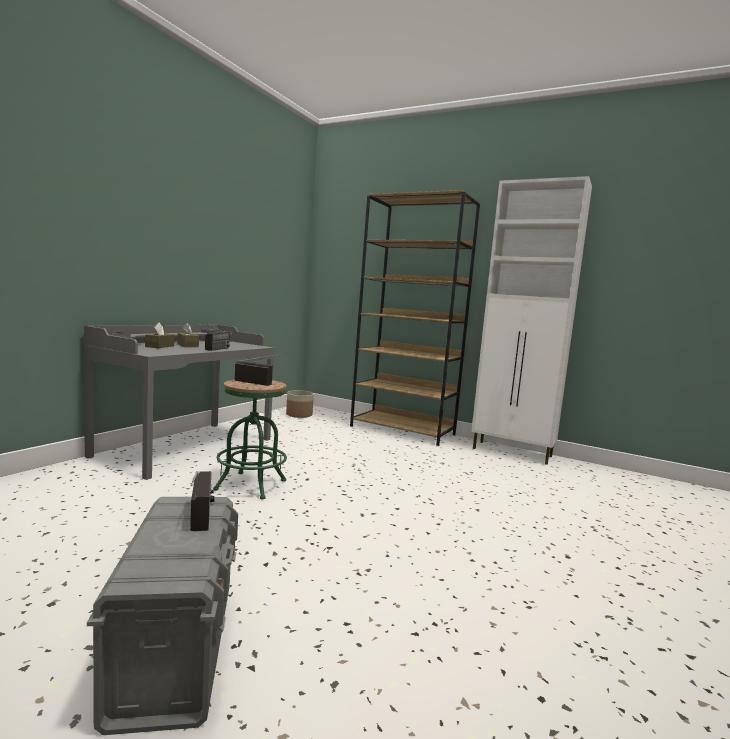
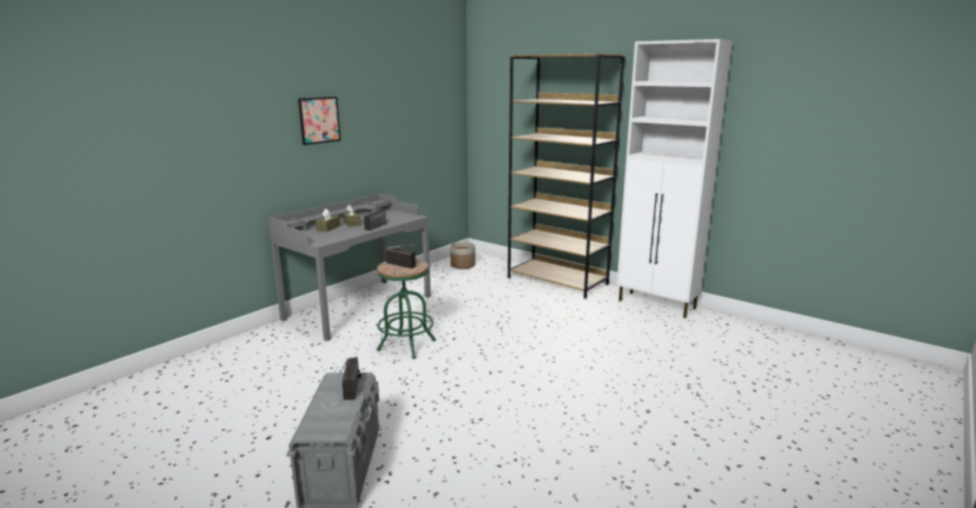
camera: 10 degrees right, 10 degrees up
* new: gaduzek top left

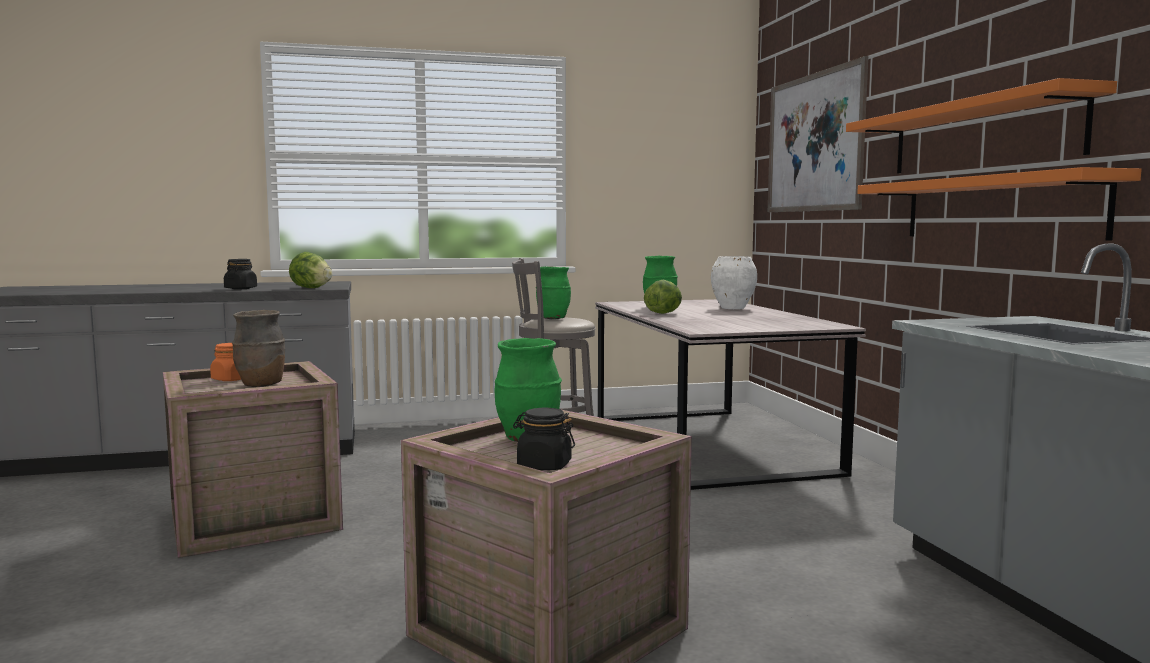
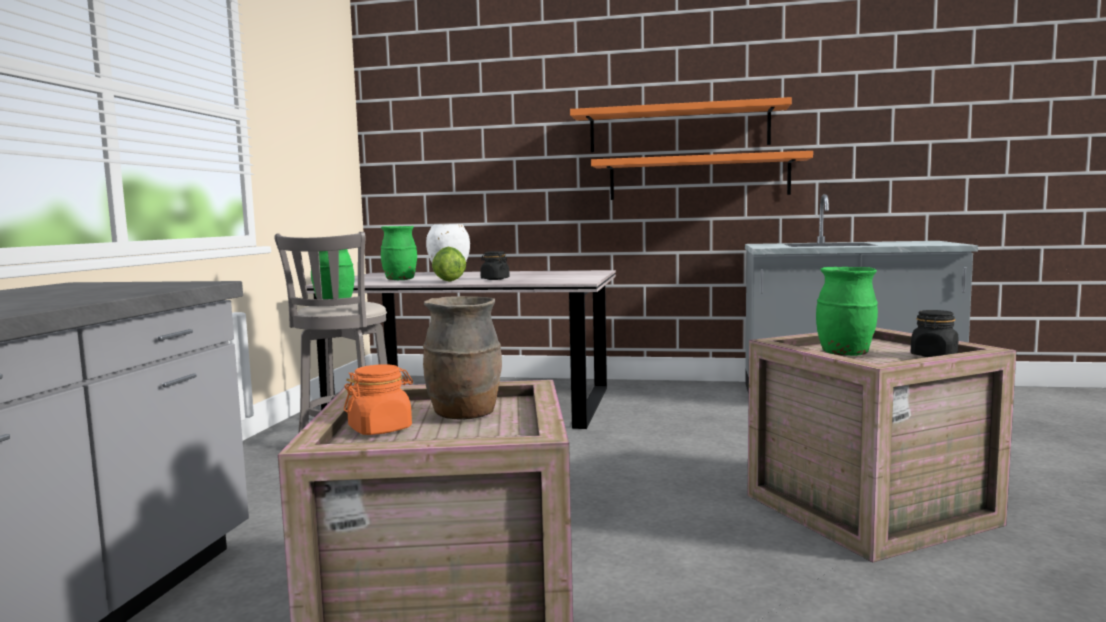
camera: 65 degrees left, 0 degrees up
* gone: gaduzek top right
* gone: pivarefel (no. 1 from left) middle left
* shifted: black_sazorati (no. 1 from left) middle left to centre

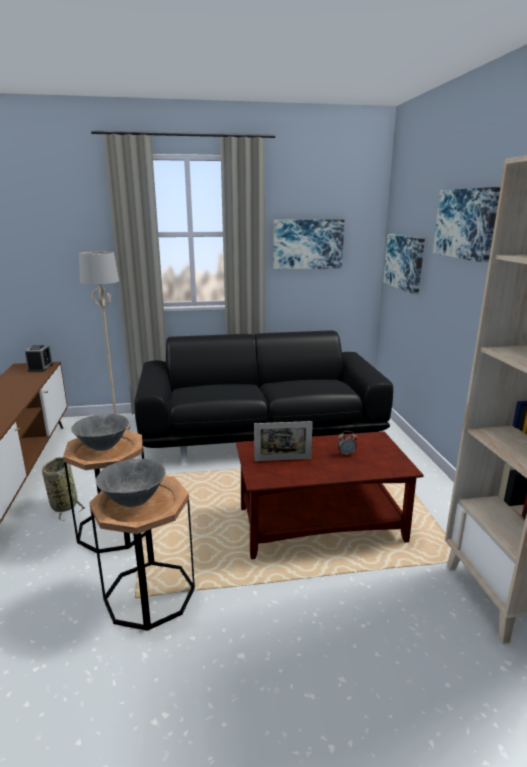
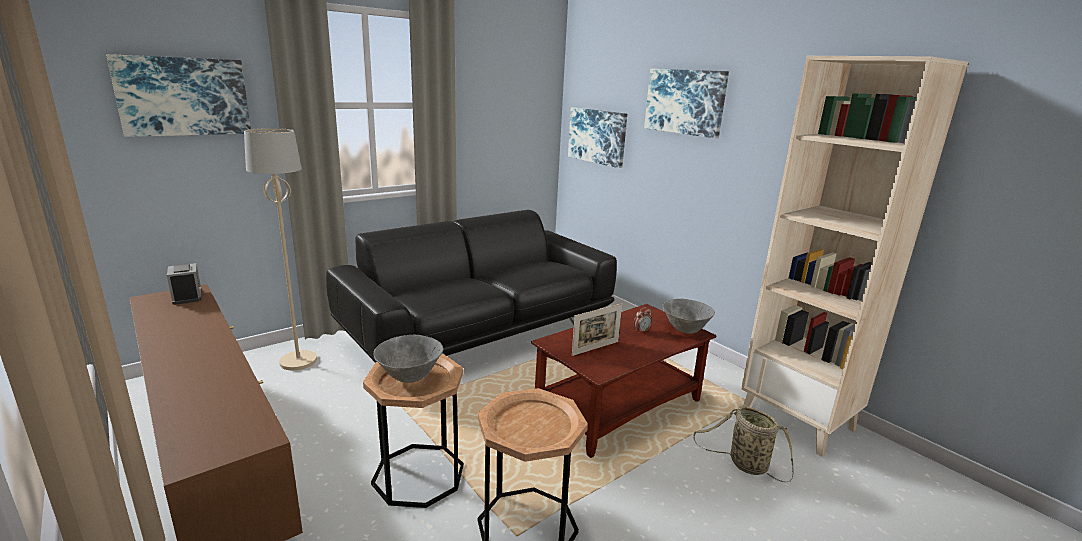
camera: 30 degrees left, 0 degrees up
* shifted: gaduzek (no. 1 from left) top centre to top left
* shifted: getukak middle left to bottom right
* shifted: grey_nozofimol (no. 2 from left) middle left to centre

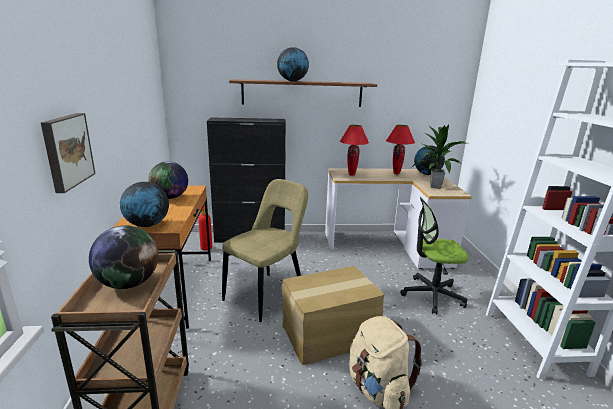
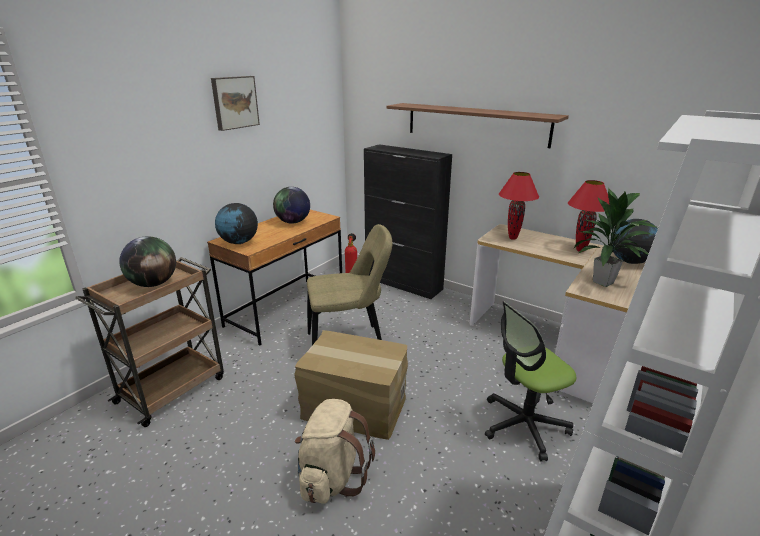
camera: 40 degrees right, 5 degrees up
* gone: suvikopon (no. 4 from left) top centre
* shifted: gaduzek middle left to top left
* rotated: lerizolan middle right = bottom right 60 degrees counterclockwise

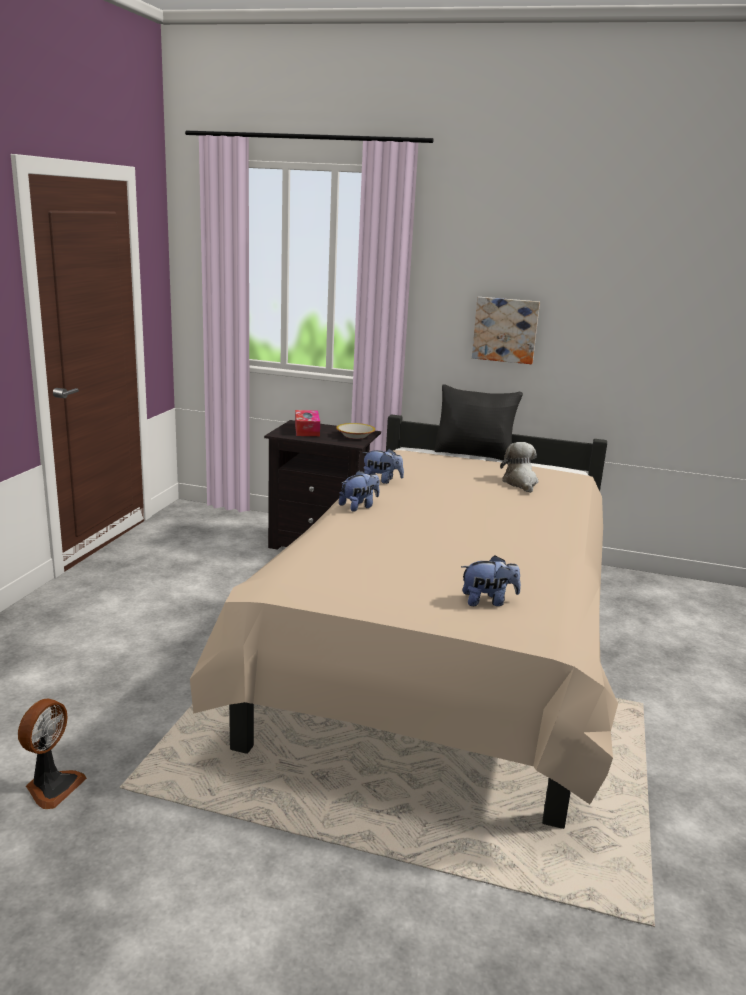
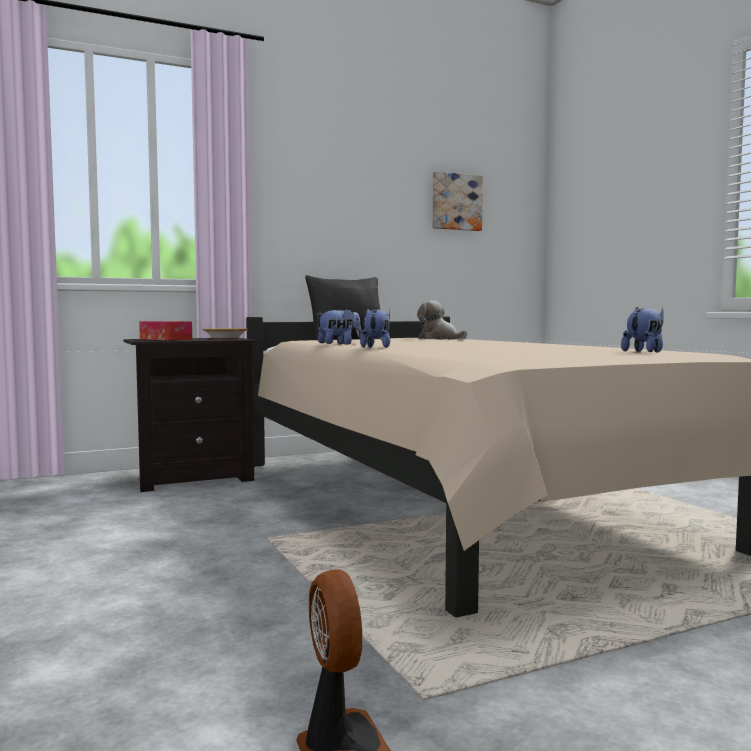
camera: 40 degrees left, 15 degrees down
* shifted: gaduzek top right to top centre

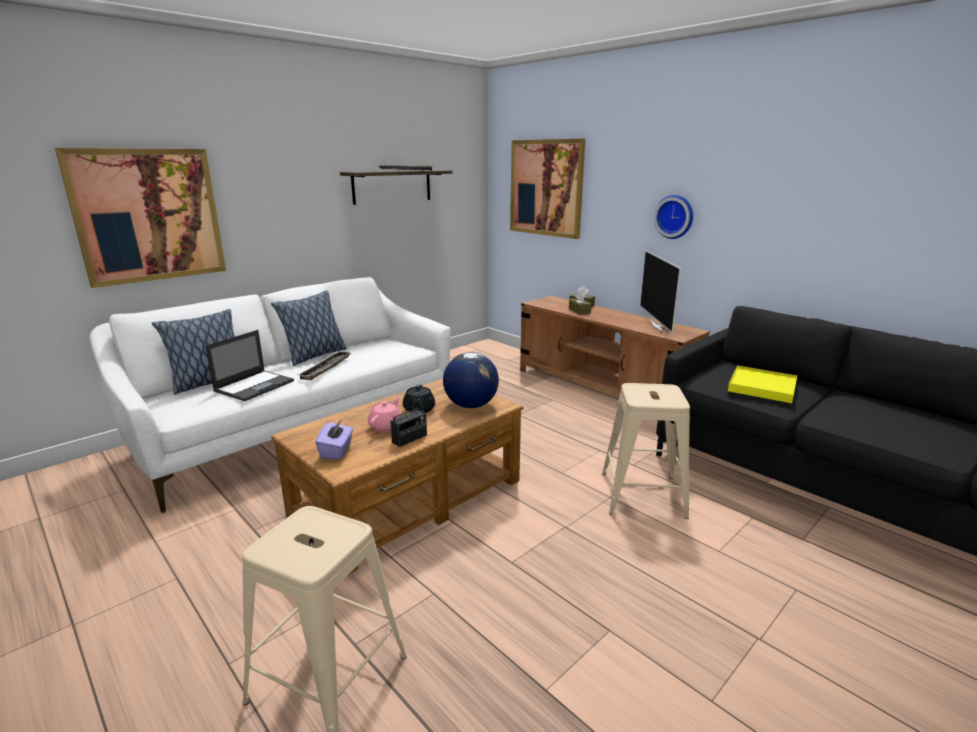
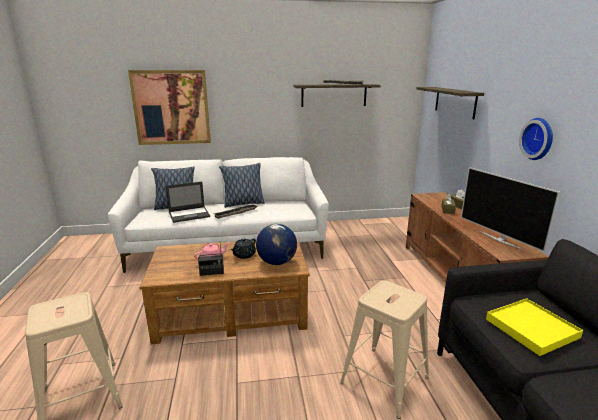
camera: 35 degrees right, 0 degrees up
* swapped: gaduzek (no. 2 from left) top centre to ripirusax (no. 2 from left) top right
* rotated: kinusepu middle right = middle right 60 degrees counterclockwise
* gone: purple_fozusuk centre

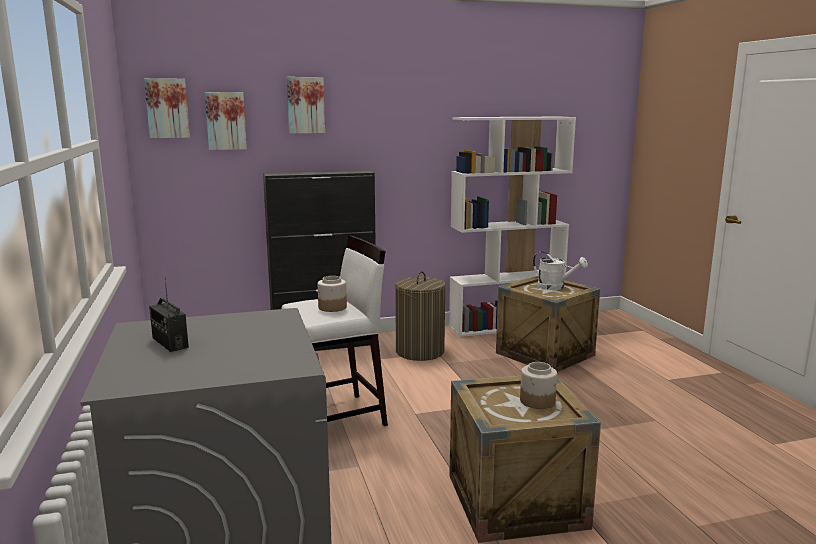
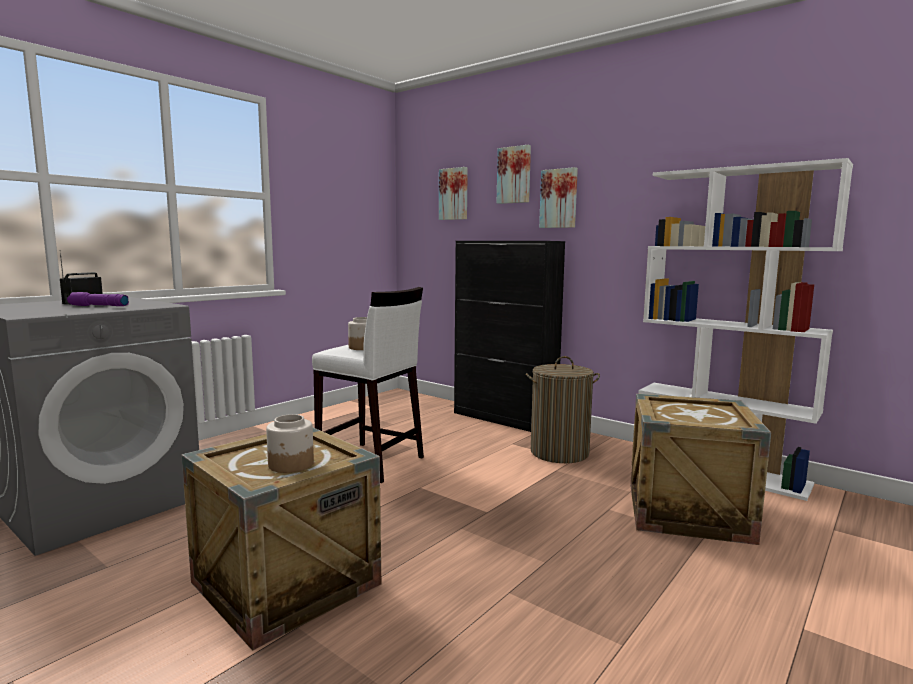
camera: 55 degrees right, 5 degrees down
* shifted: gaduzek (no. 1 from left in the first image) top left to gaduzek (no. 3 from left) top centre
* gone: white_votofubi middle right
* new: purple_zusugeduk middle left

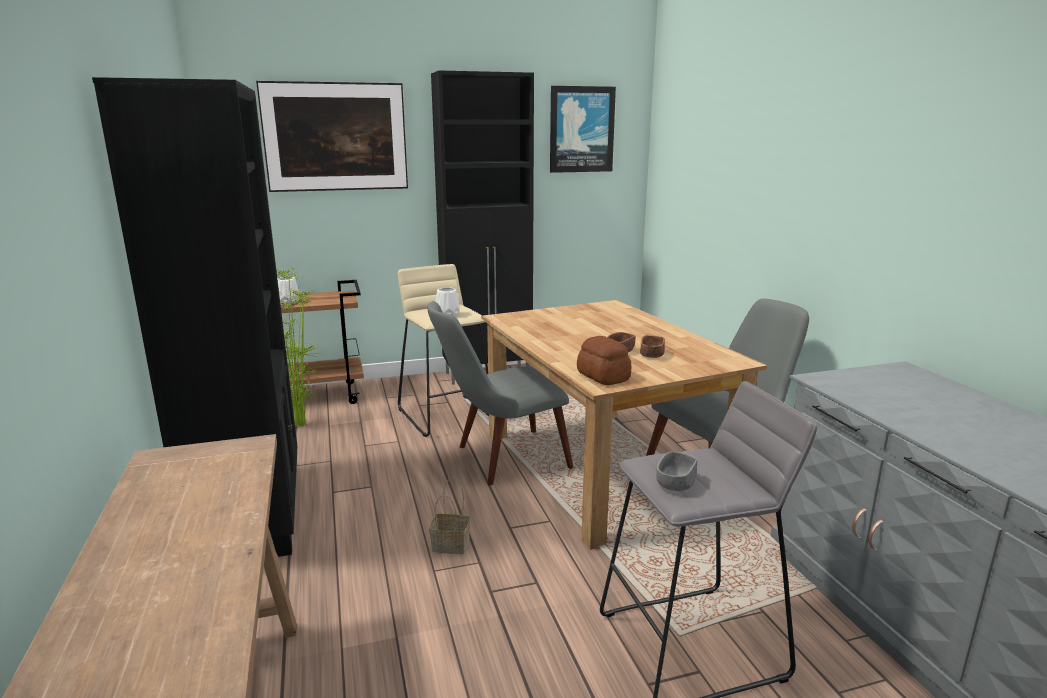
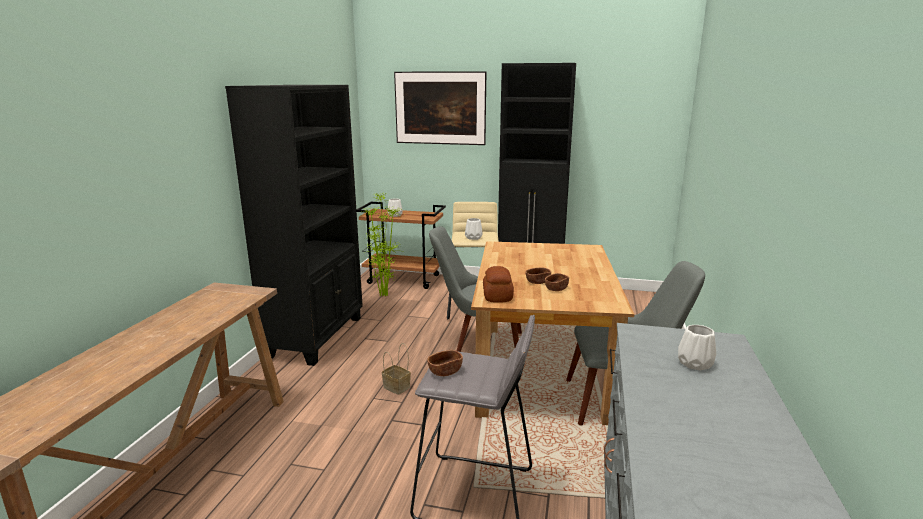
camera: 30 degrees right, 0 degrees up
* gone: gaduzek (no. 2 from left) top centre
* repainted: grey_nozofimol bottom centre to brown_nozofimol (no. 1 from left) bottom centre
* new: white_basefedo (no. 3 from left) bottom right

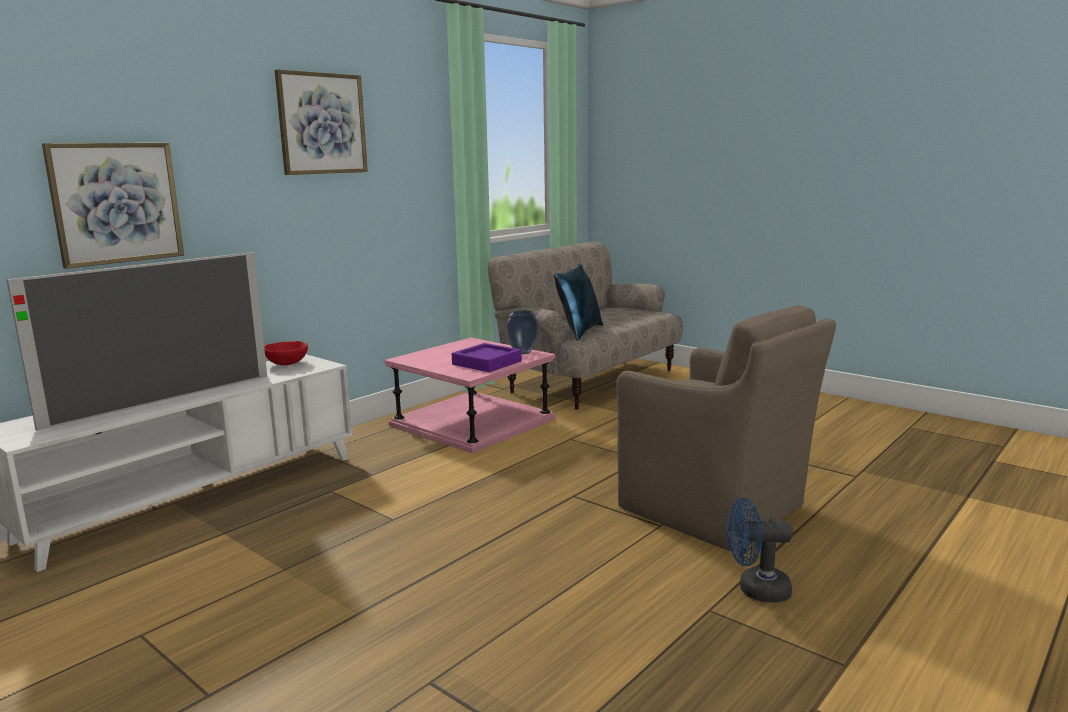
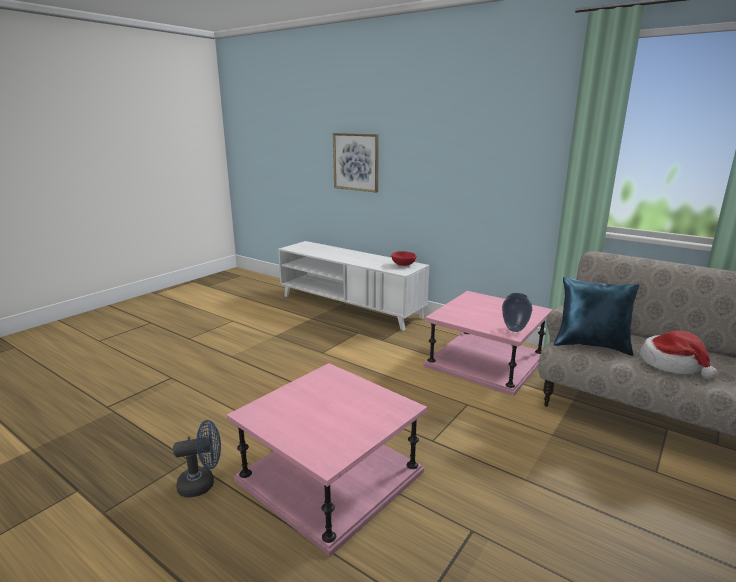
camera: 85 degrees right, 5 degrees up
* gone: gaduzek (no. 2 from left) top left
* gone: kinusepu middle left
* swapped: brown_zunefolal middle right to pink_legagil (no. 1 from left) bottom centre
* gone: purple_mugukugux centre
* rotated: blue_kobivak bottom right = bottom left 75 degrees clockwise
* new: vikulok middle right

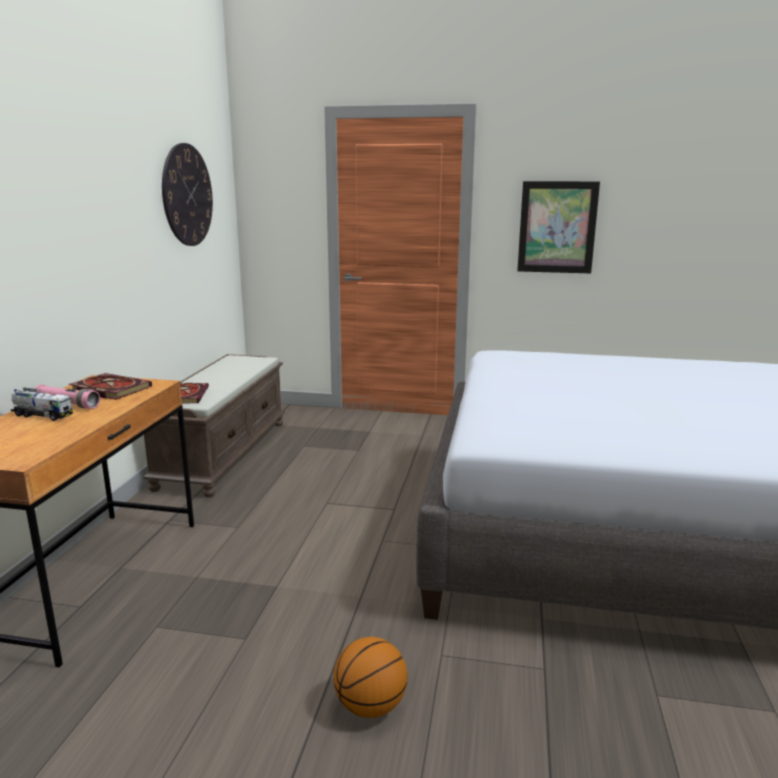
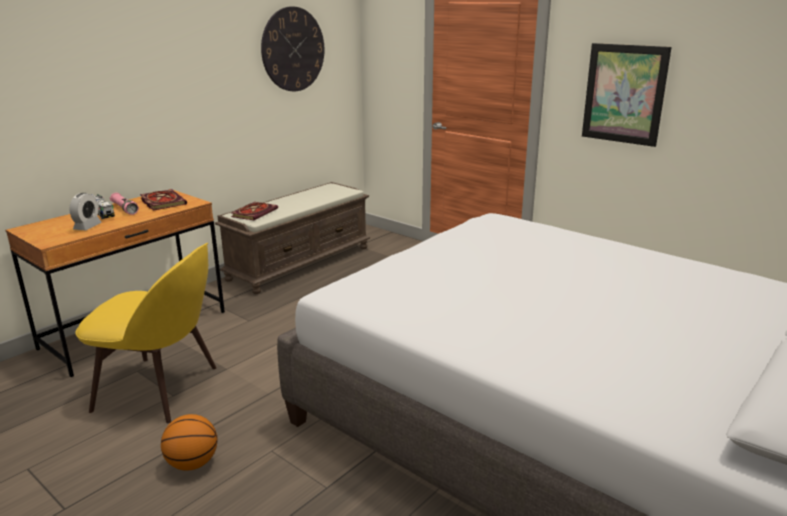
camera: 30 degrees right, 5 degrees up
* new: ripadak middle left
* new: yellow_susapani middle left

